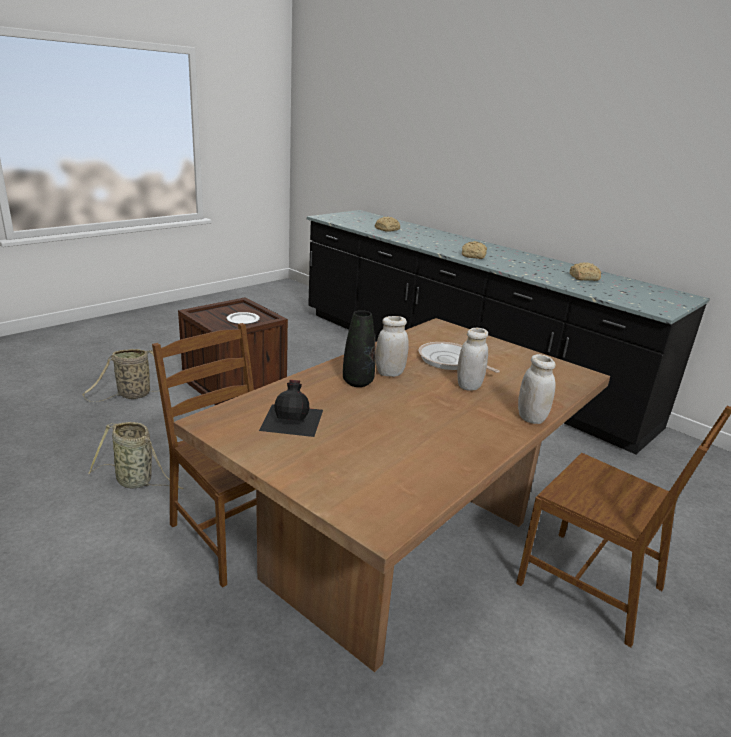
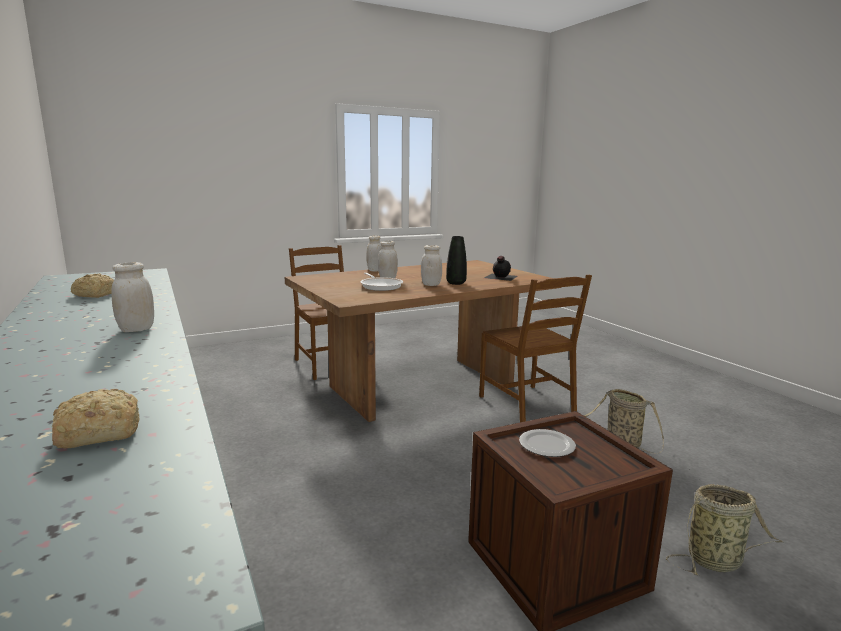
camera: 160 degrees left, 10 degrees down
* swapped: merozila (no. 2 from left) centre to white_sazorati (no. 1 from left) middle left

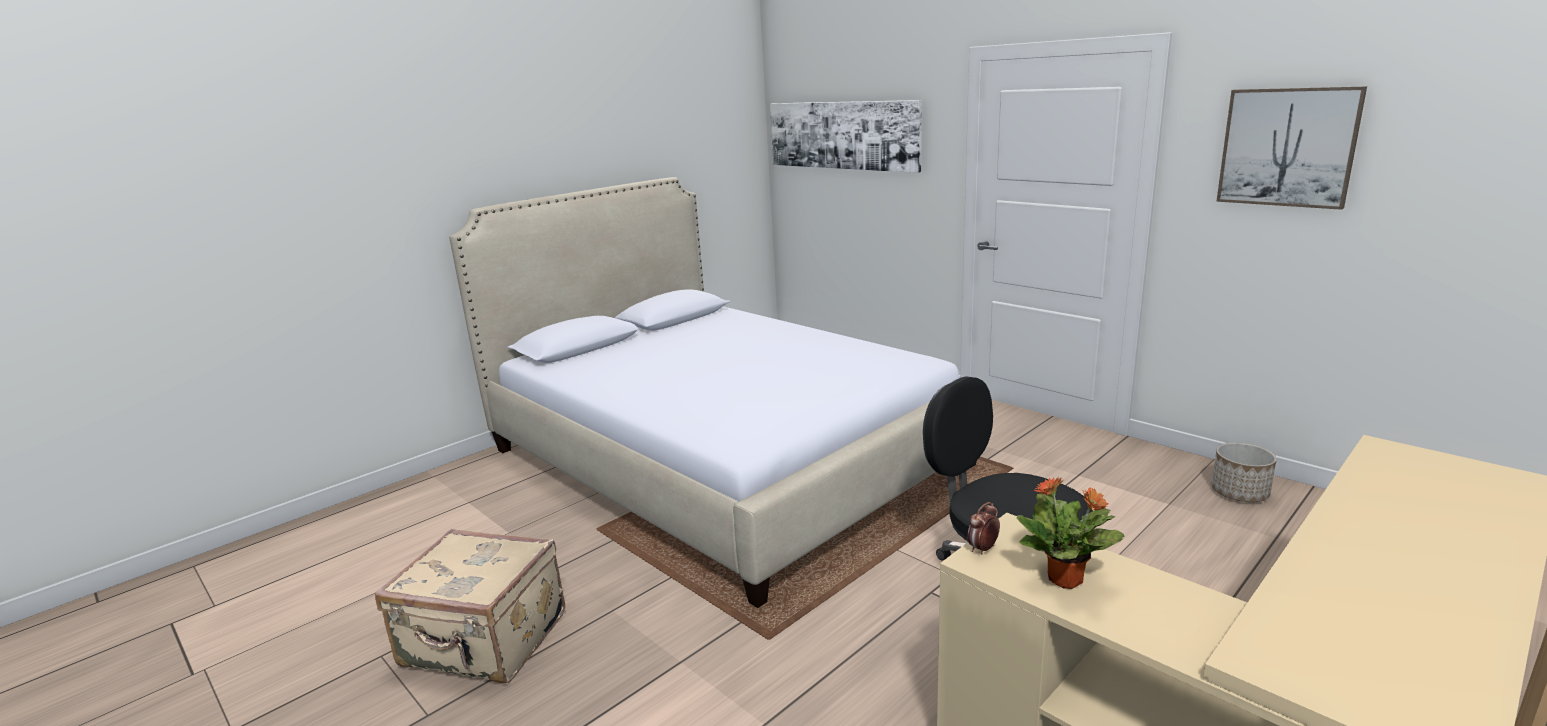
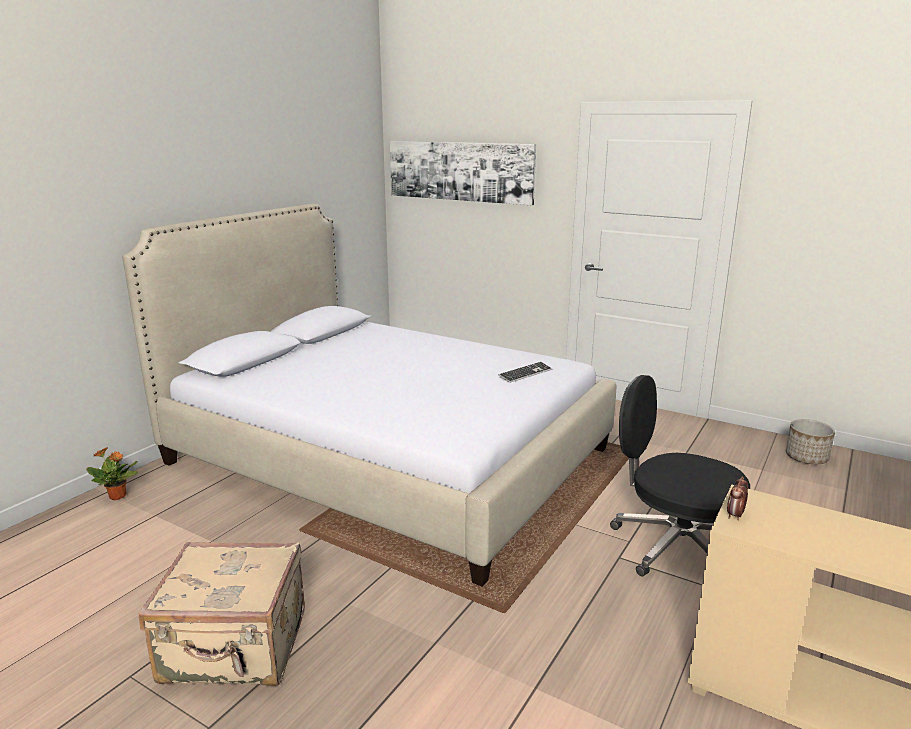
camera: 15 degrees left, 0 degrees up
* gone: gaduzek (no. 2 from left) top right
* shifted: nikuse bottom right to middle left
* new: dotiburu centre

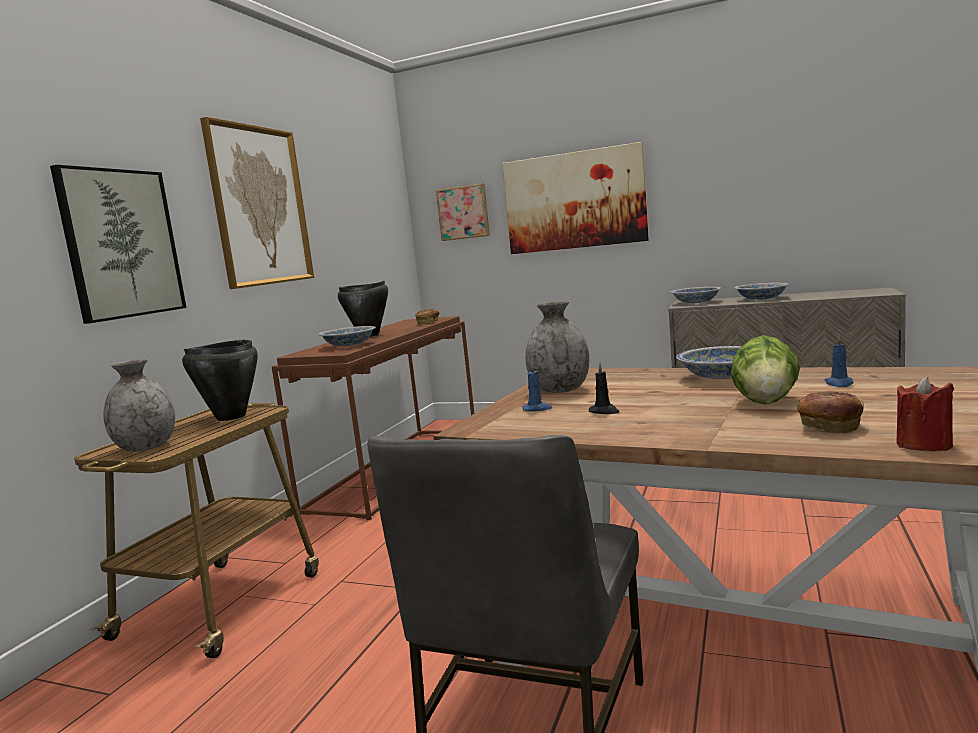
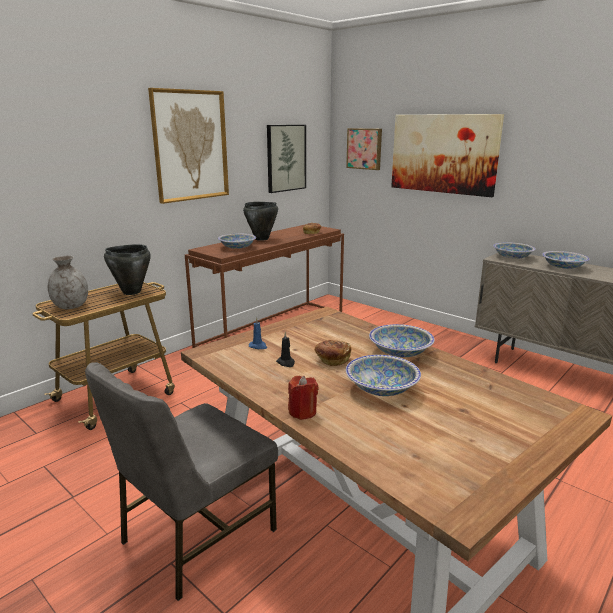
camera: 20 degrees right, 10 degrees up
* shifted: gaduzek (no. 1 from left in the first image) top left to gaduzek (no. 2 from left) top centre
* gone: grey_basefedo (no. 2 from left) centre
* swapped: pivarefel middle right to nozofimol (no. 2 from left) centre
* gone: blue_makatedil (no. 2 from left) middle right
* shifted: red_makatedil middle right to centre
* shifted: merozila (no. 2 from left) middle right to centre

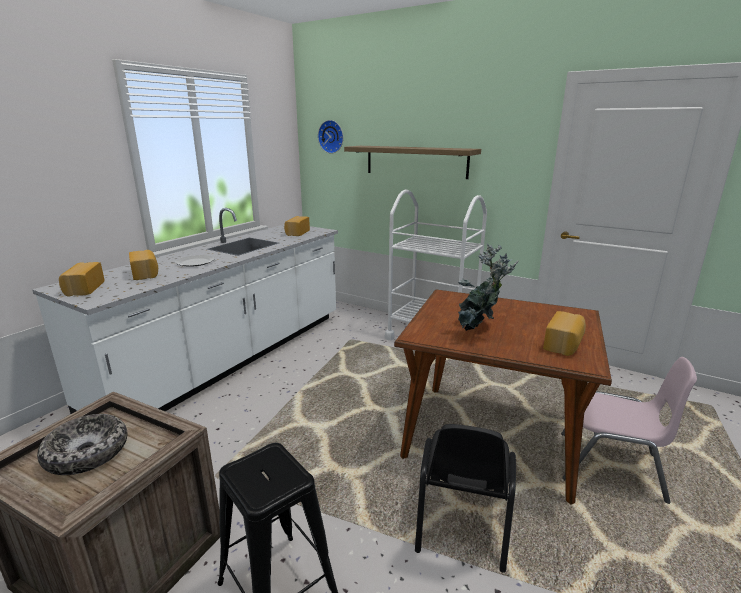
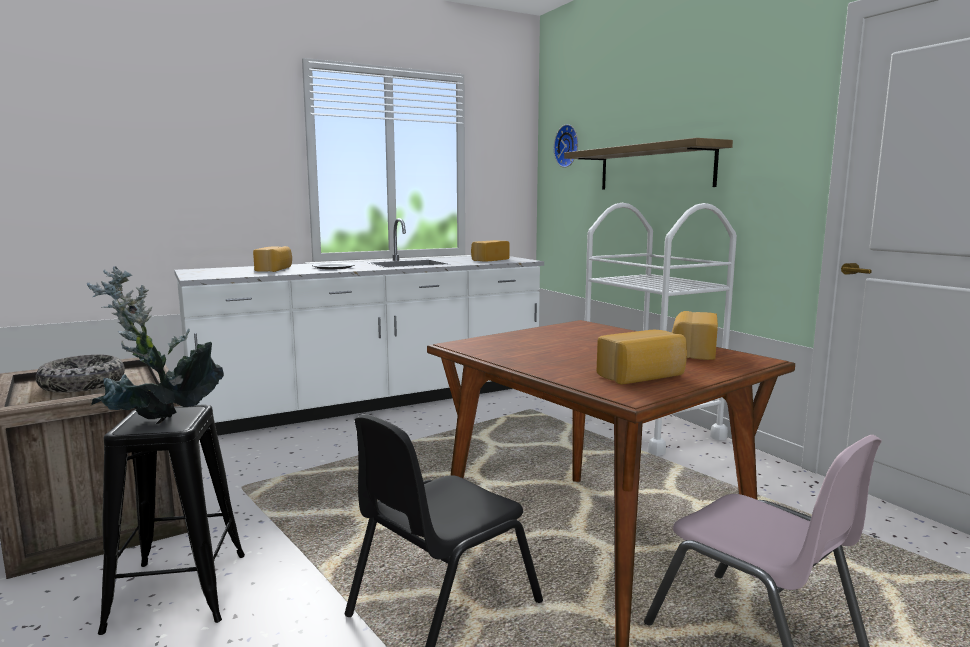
camera: 30 degrees right, 10 degrees down
* shifted: nikuse centre to middle left
* shifted: merozila (no. 1 from left in the first image) middle left to merozila (no. 4 from left) middle right

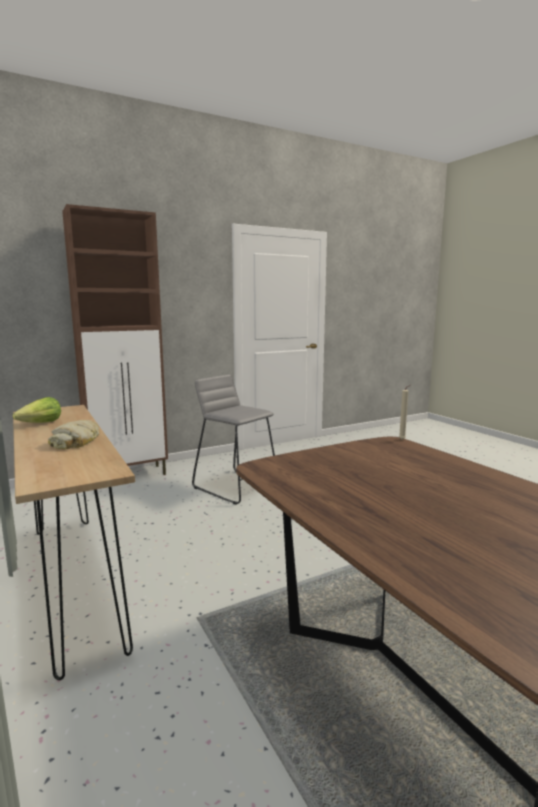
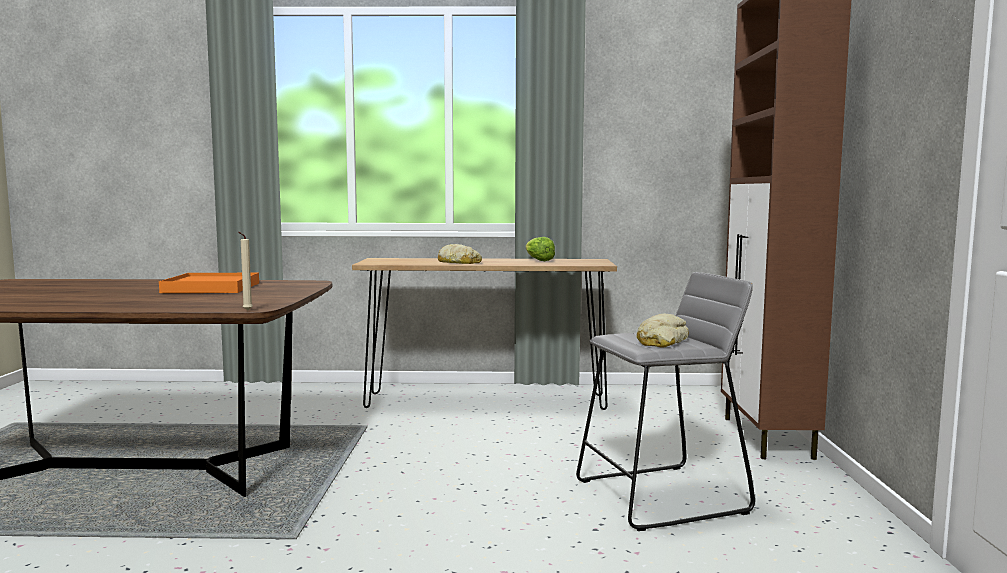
camera: 120 degrees right, 5 degrees down
* new: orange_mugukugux middle left
* new: merozila (no. 2 from left) centre

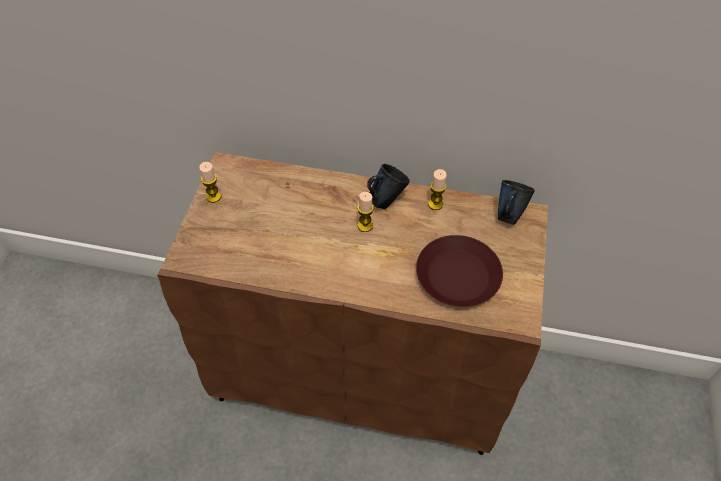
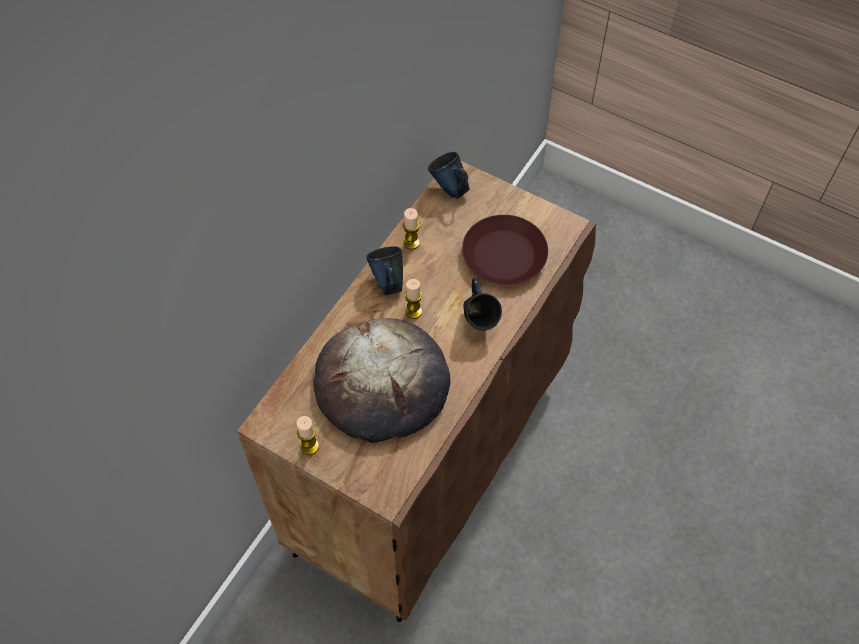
camera: 70 degrees left, 5 degrees up
* new: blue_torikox (no. 3 from left) centre
* new: merozila centre

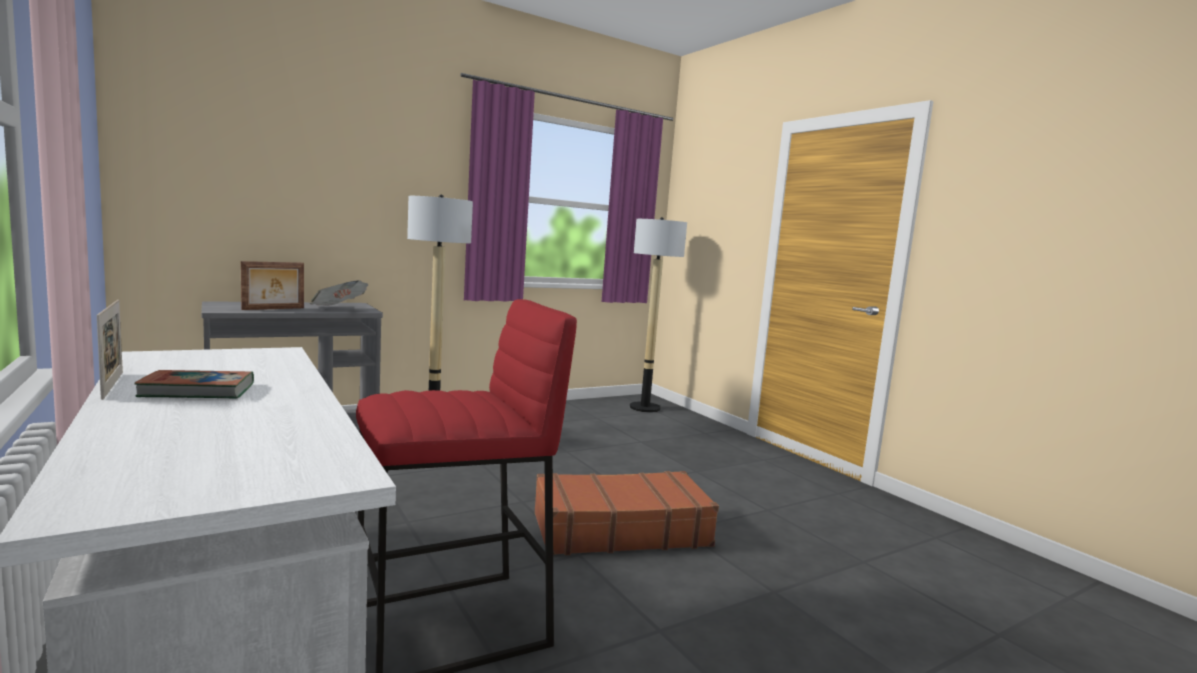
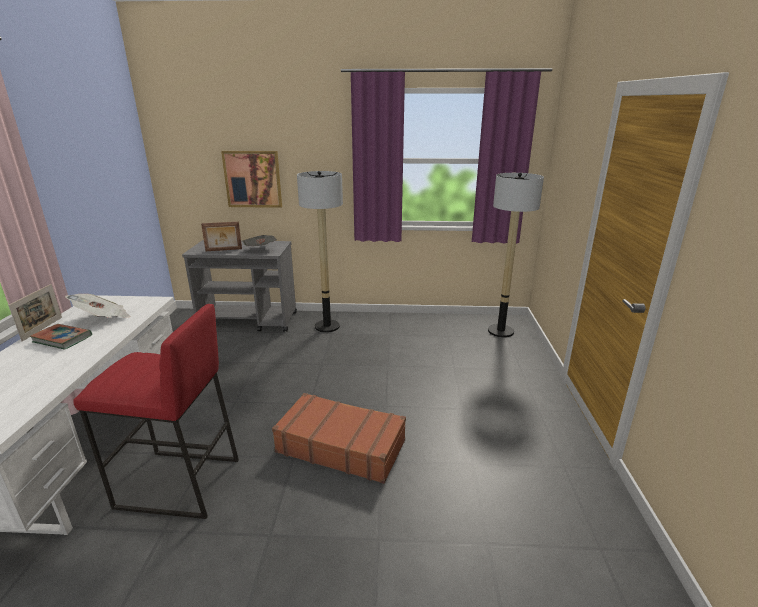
camera: 35 degrees right, 15 degrees up
* new: gaduzek top left
* new: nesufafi (no. 1 from left) middle left

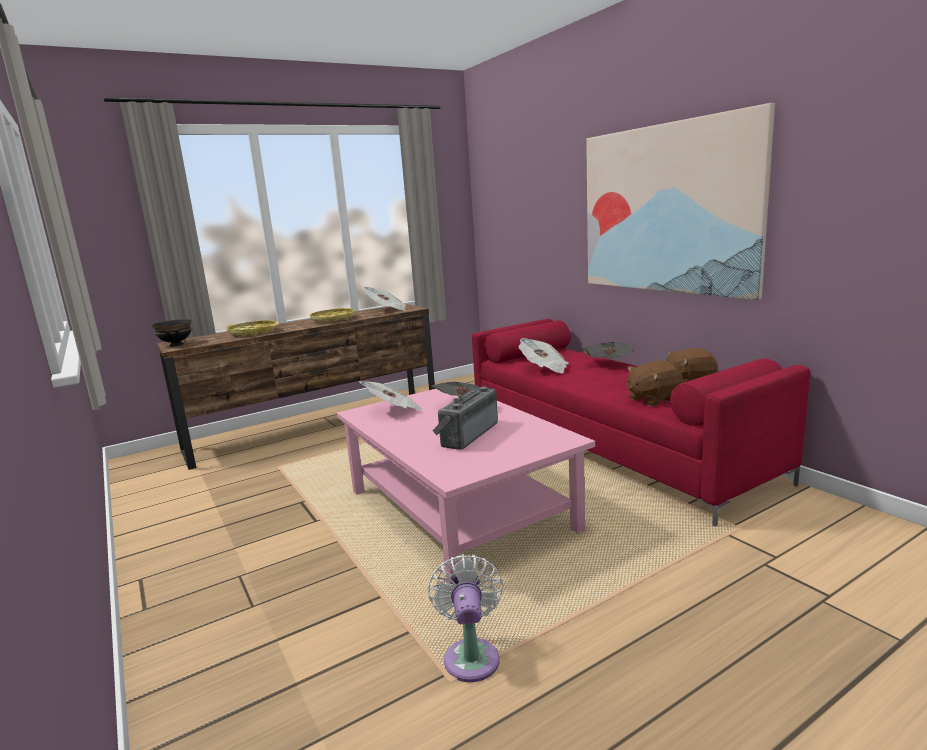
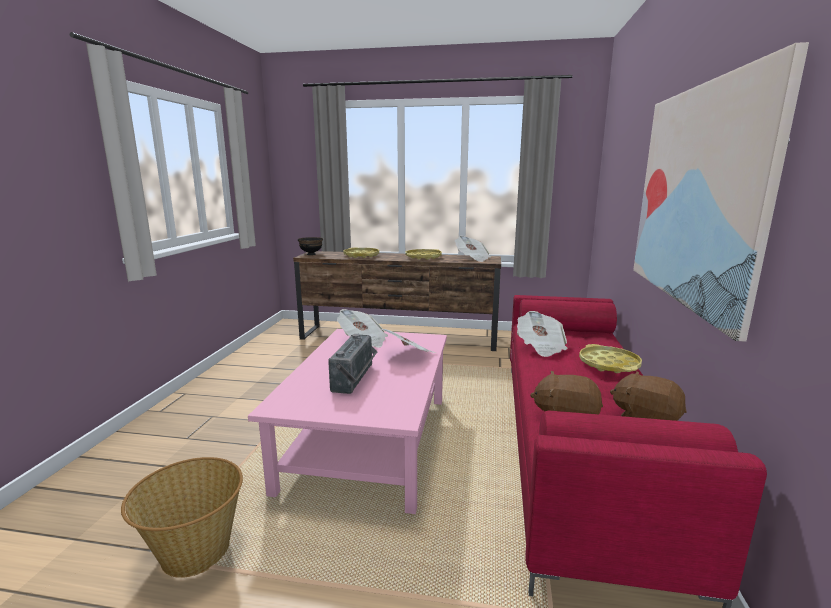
camera: 40 degrees right, 0 degrees up
* swapped: nesufafi (no. 5 from left) centre to yellow_mugukugux (no. 3 from left) middle right
* rotated: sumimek centre = centre 120 degrees clockwise
* swapped: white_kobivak bottom centre to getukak bottom left

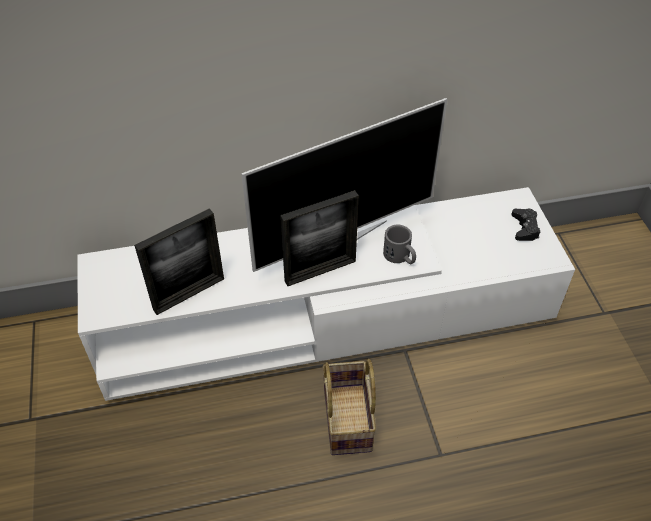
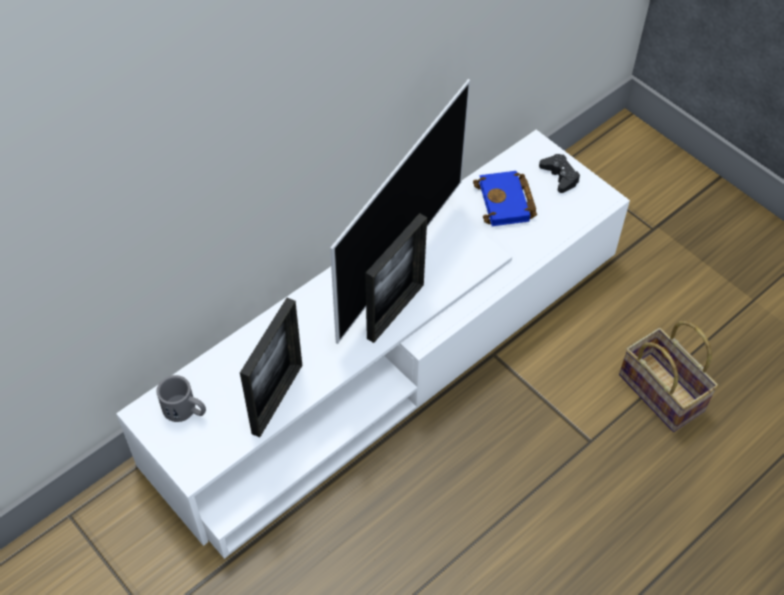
camera: 30 degrees left, 5 degrees up
* shifted: grey_torikox centre to bottom left
* shifted: getukak bottom centre to middle right
* new: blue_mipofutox top centre

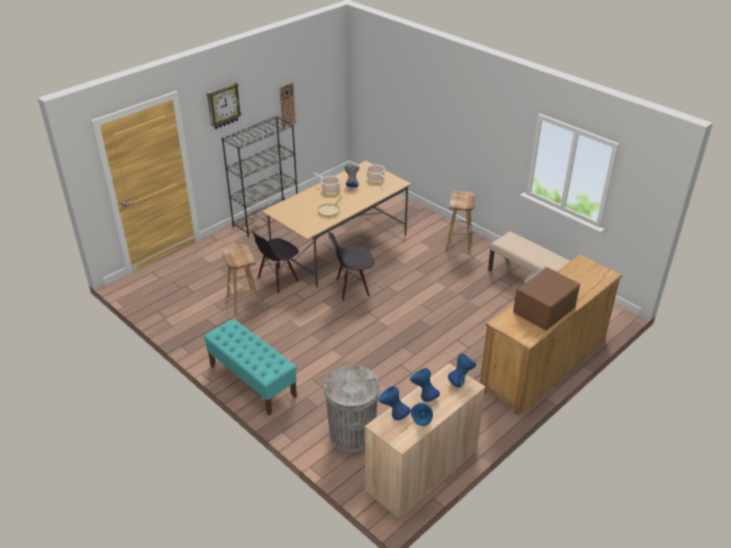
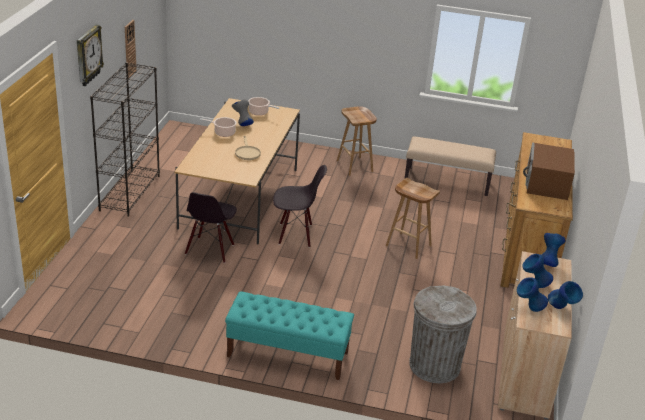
camera: 35 degrees left, 5 degrees down
* rotated: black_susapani (no. 2 from left) centre = centre 135 degrees counterclockwise
* shifted: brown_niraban (no. 1 from left in the first image) middle left to brown_niraban (no. 2 from left) centre

